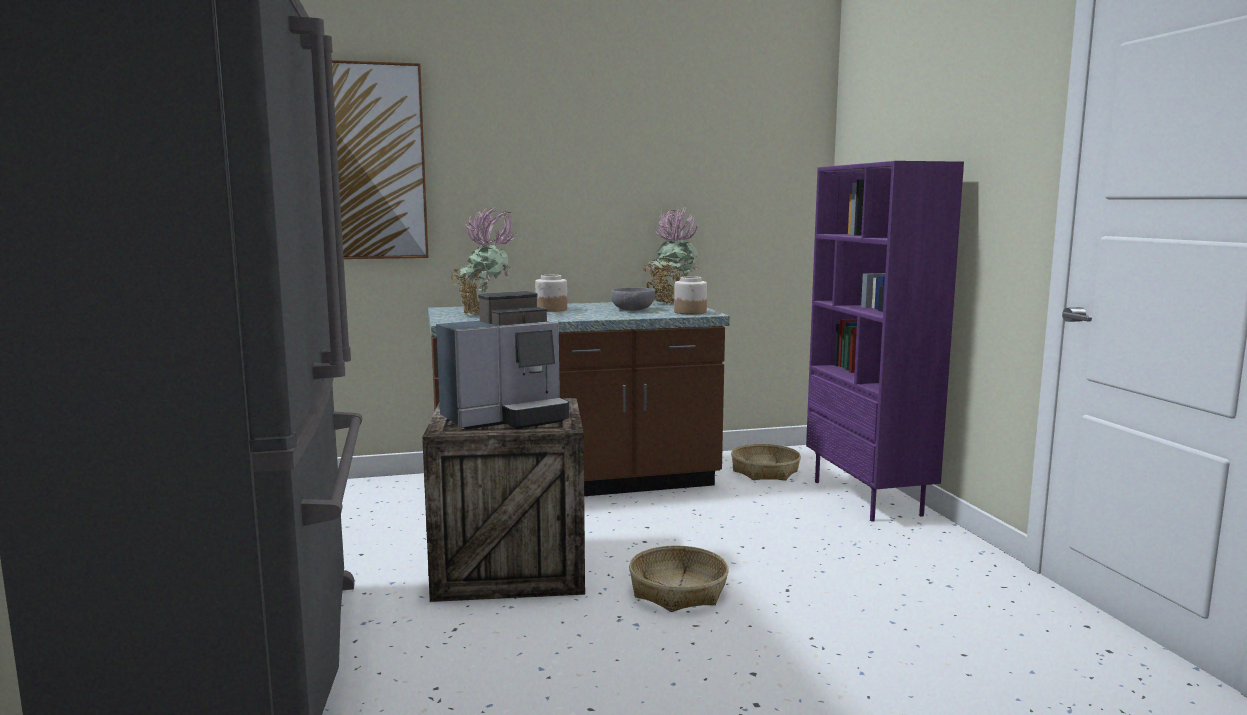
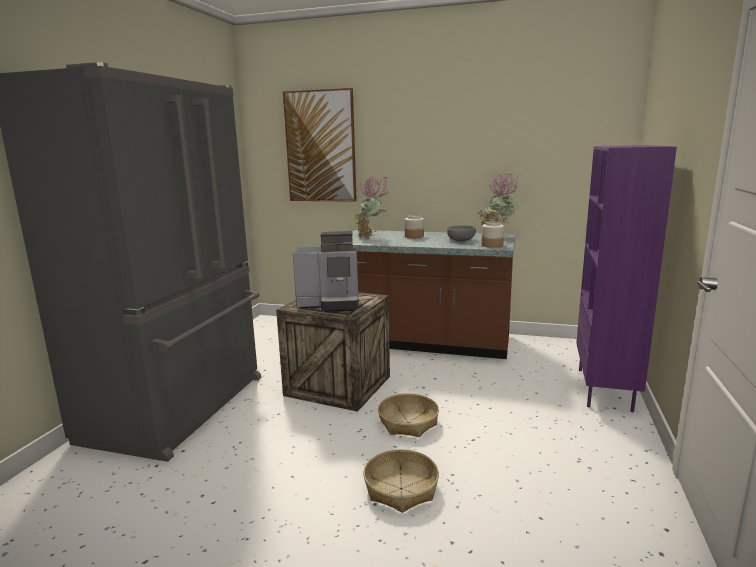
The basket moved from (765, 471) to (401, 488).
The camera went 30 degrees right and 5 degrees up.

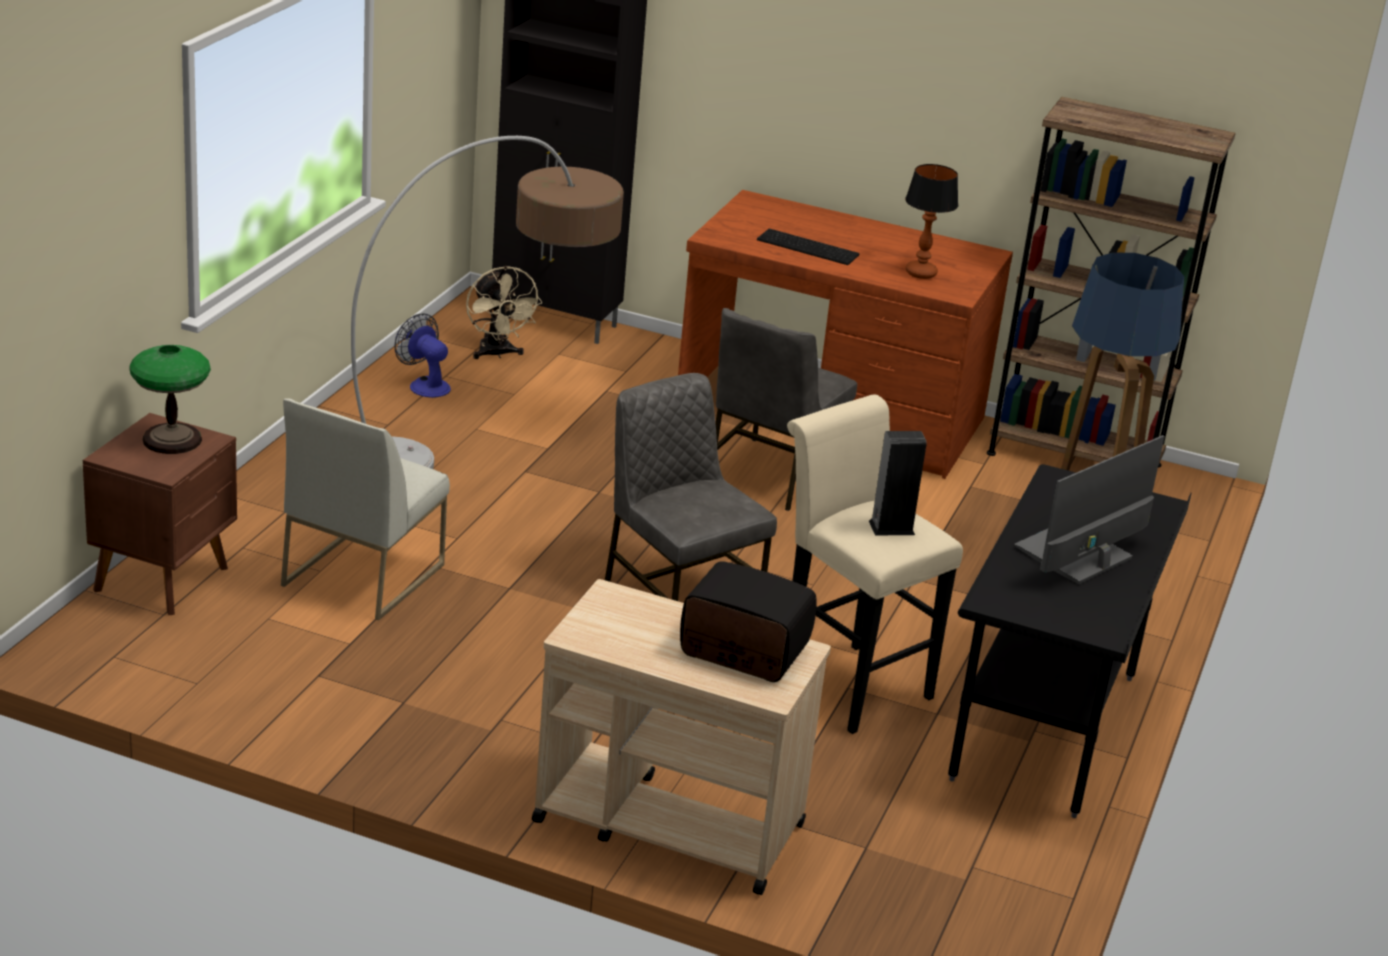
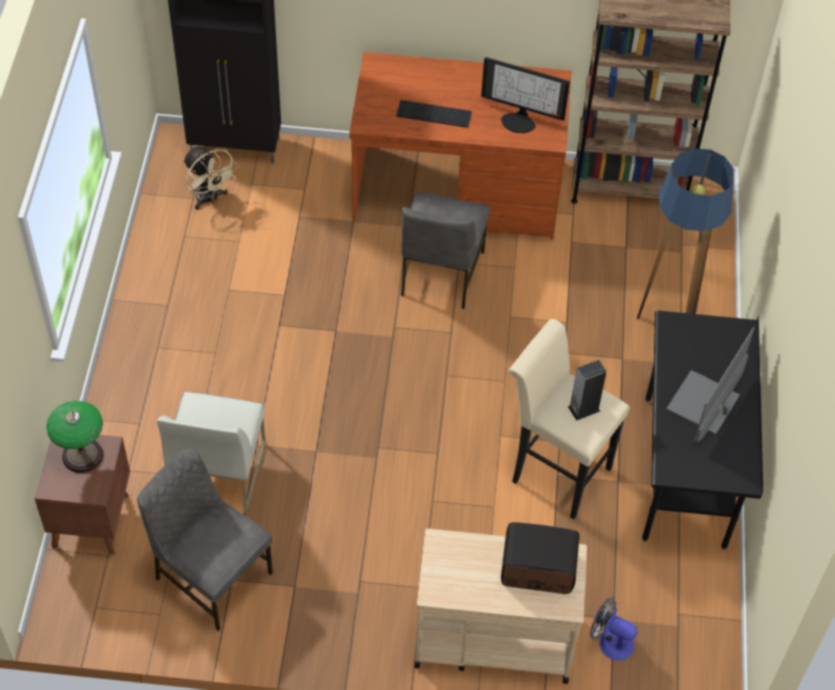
The floor_lamp at (489, 438) disappeared.
The fan moved from (425, 385) to (610, 641).
The grey_chair moved from (679, 595) to (211, 575).
The table_lamp at (921, 273) was replaced by the monitor at (519, 120).
The camera went 15 degrees left and 25 degrees up.

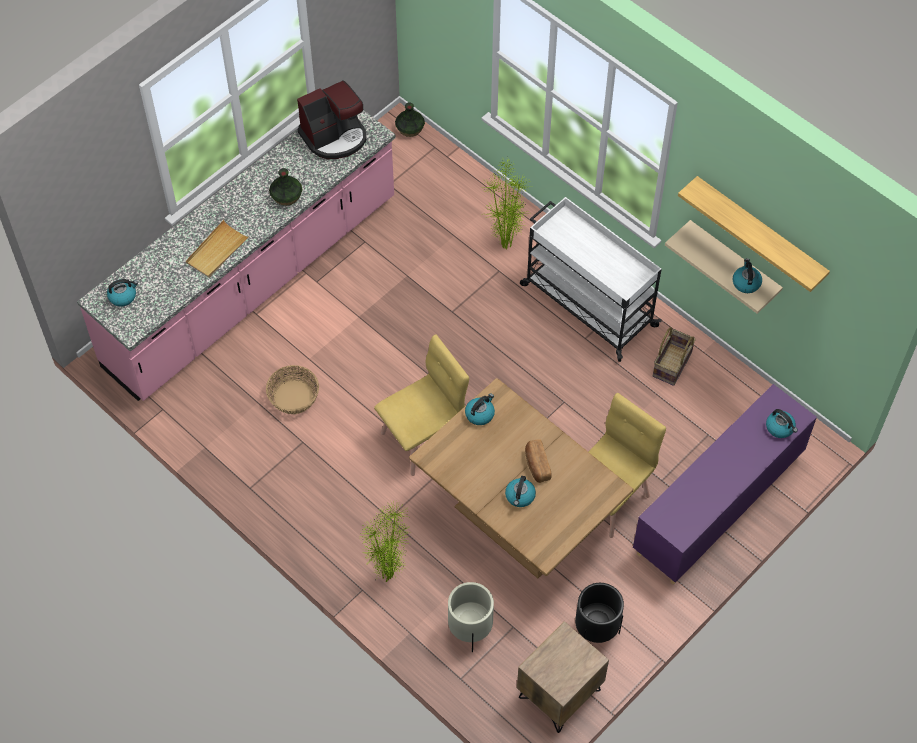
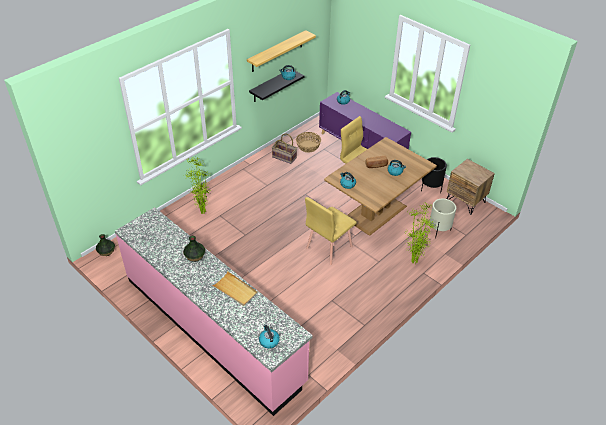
The coffee_machine at (335, 136) disappeared.
The white_cart at (587, 304) disappeared.
The basket moved from (293, 397) to (308, 146).
The beige_shelf at (733, 262) became the black_shelf at (270, 86).
The yellow_chair at (423, 439) turned 105 degrees counterclockwise.
The camera went 90 degrees left and 15 degrees down.

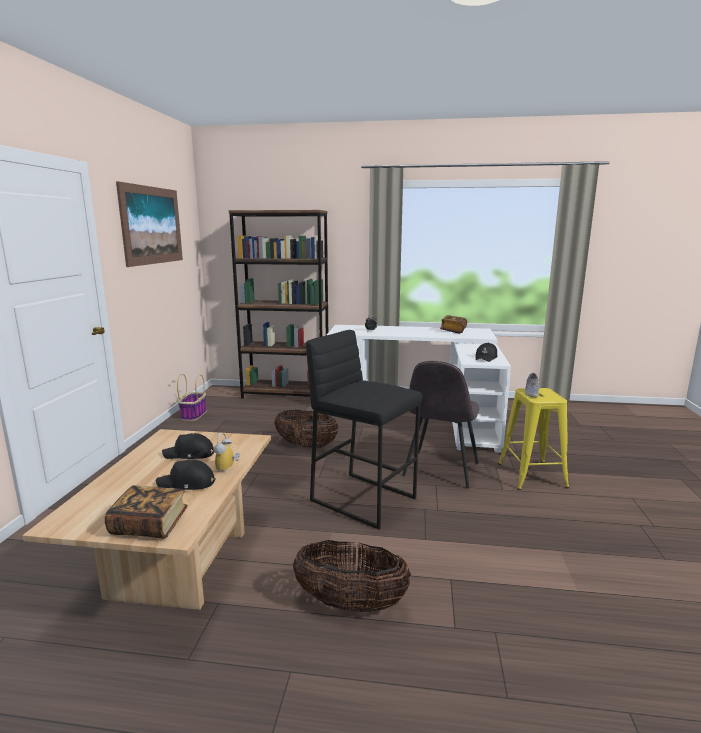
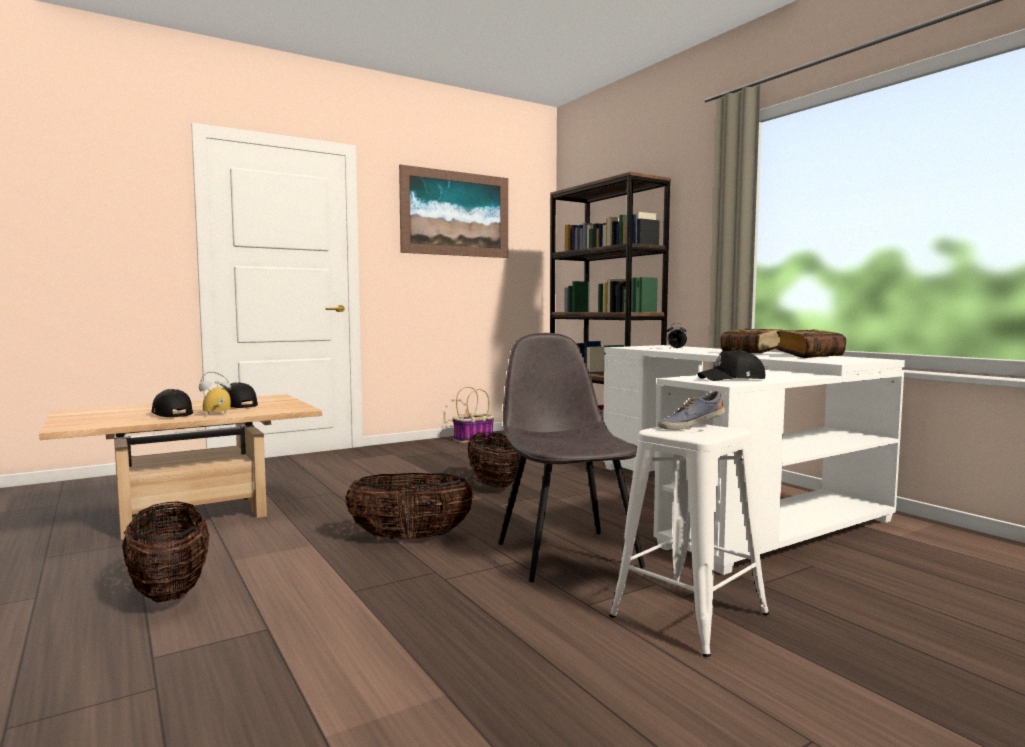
The book moved from (149, 525) to (751, 353).
The black_stool at (364, 499) was replaced by the basket at (410, 538).
The yellow_stool at (531, 475) became the white_stool at (689, 615).
The grey_chair at (440, 470) turned 90 degrees clockwise.
The camera went 50 degrees right and 10 degrees down.

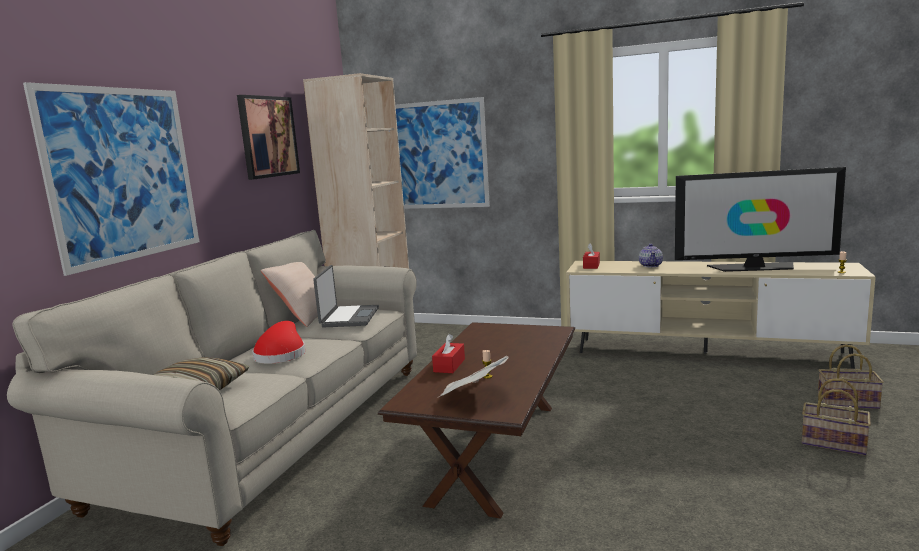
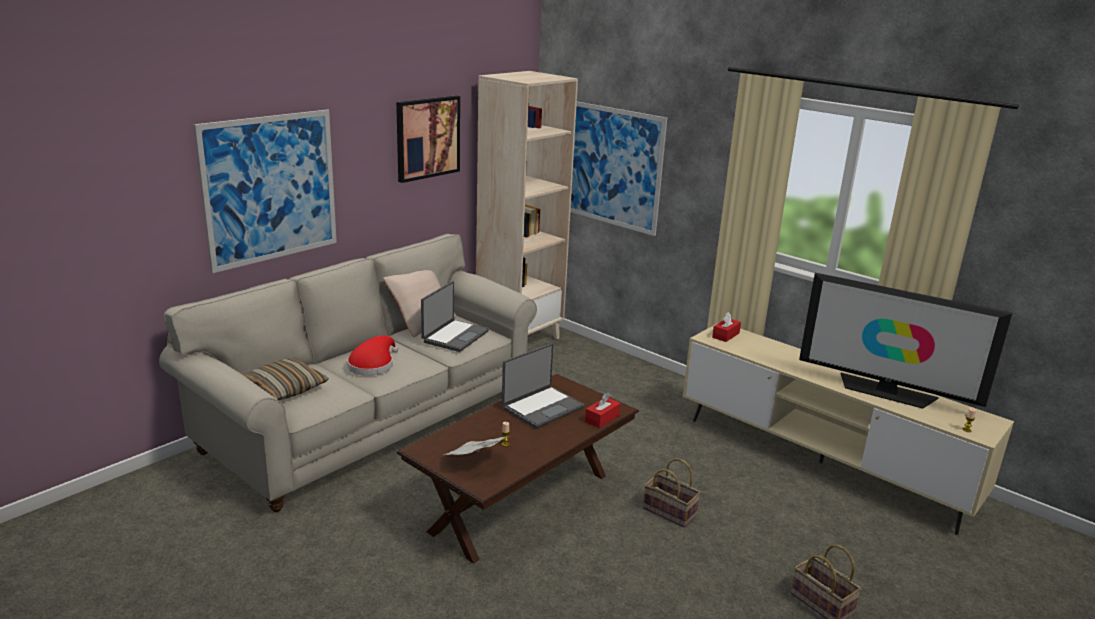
The teapot at (651, 265) disappeared.
The laptop at (542, 407) appeared.
The red_tissue_box moved from (449, 365) to (602, 418).
The basket moved from (849, 402) to (671, 512).
The camera went 20 degrees right and 10 degrees up.

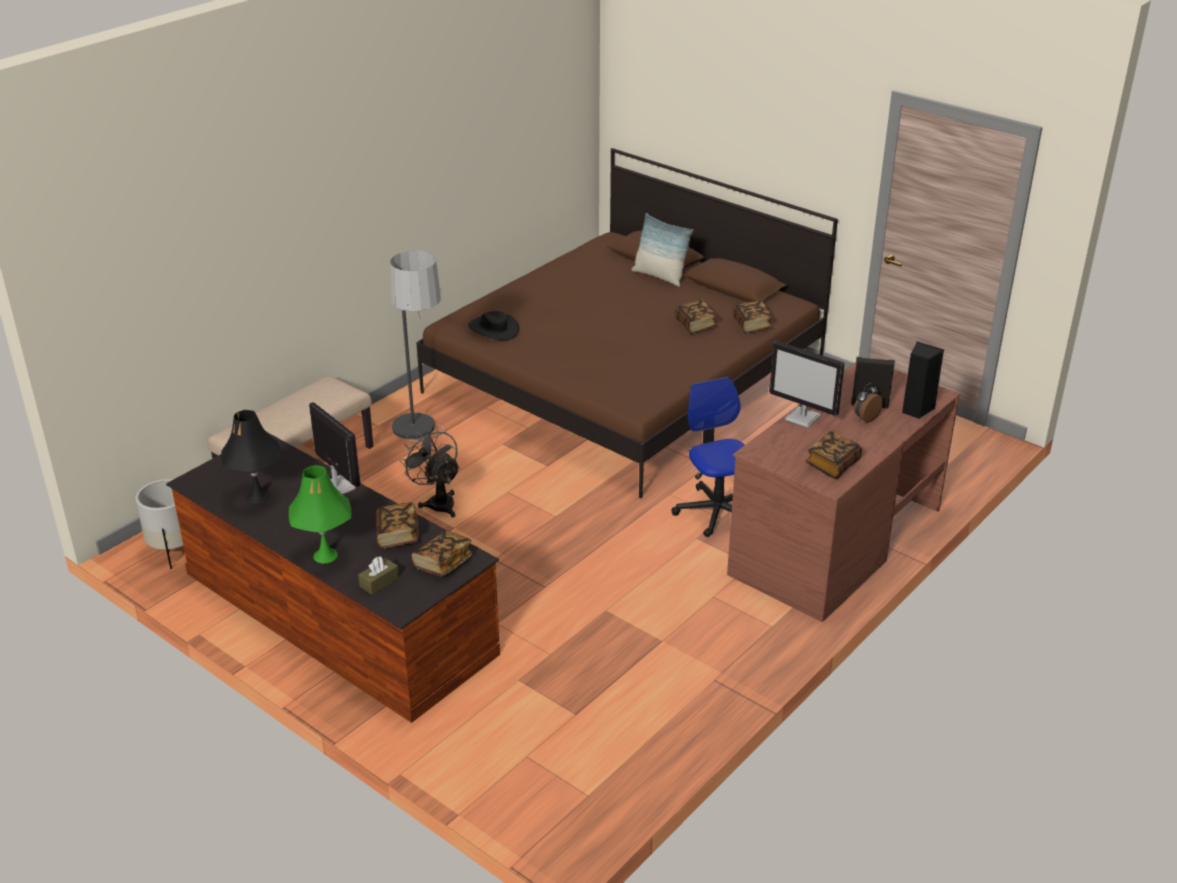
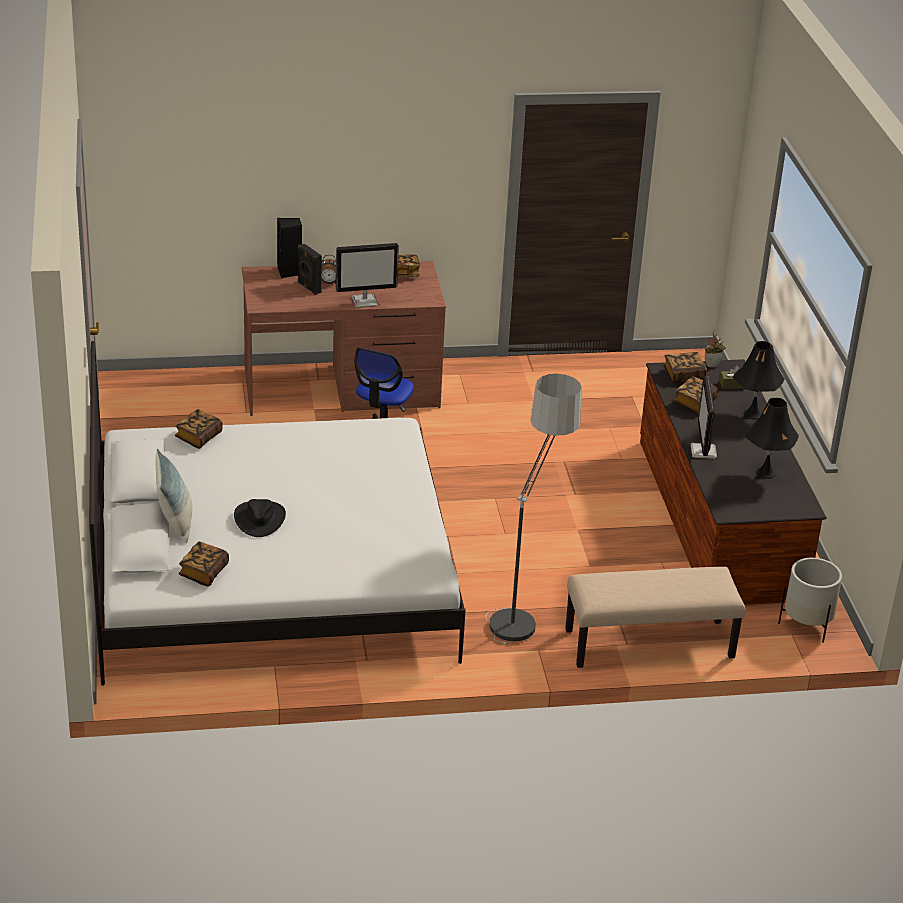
The grey_fan at (437, 502) disappeared.
The potted_plant at (712, 364) appeared.
The black_hat moved from (494, 328) to (259, 519).
The book moved from (695, 325) to (204, 572).
The green_table_lamp at (326, 555) became the black_table_lamp at (752, 414).
The brown_bed at (624, 379) became the white_bed at (271, 573).
The monitor at (803, 418) turned 90 degrees clockwise.
The camera went 140 degrees left and 0 degrees up.

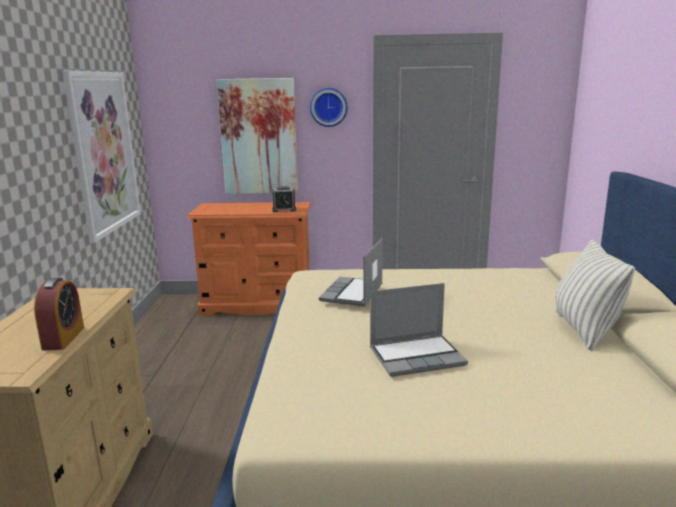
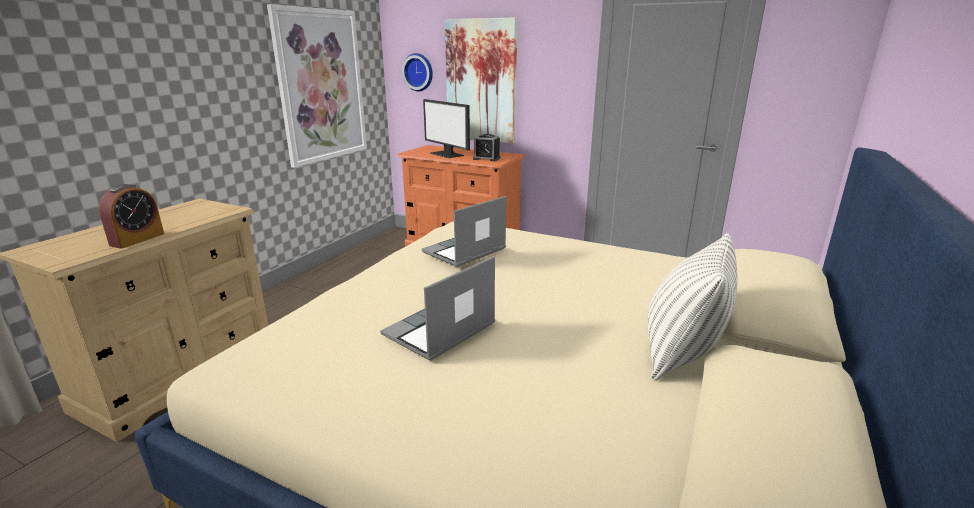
The monitor at (447, 154) appeared.
The wall_clock moved from (328, 107) to (419, 72).
The laptop at (417, 356) turned 120 degrees clockwise.
The camera went 25 degrees right and 5 degrees up.

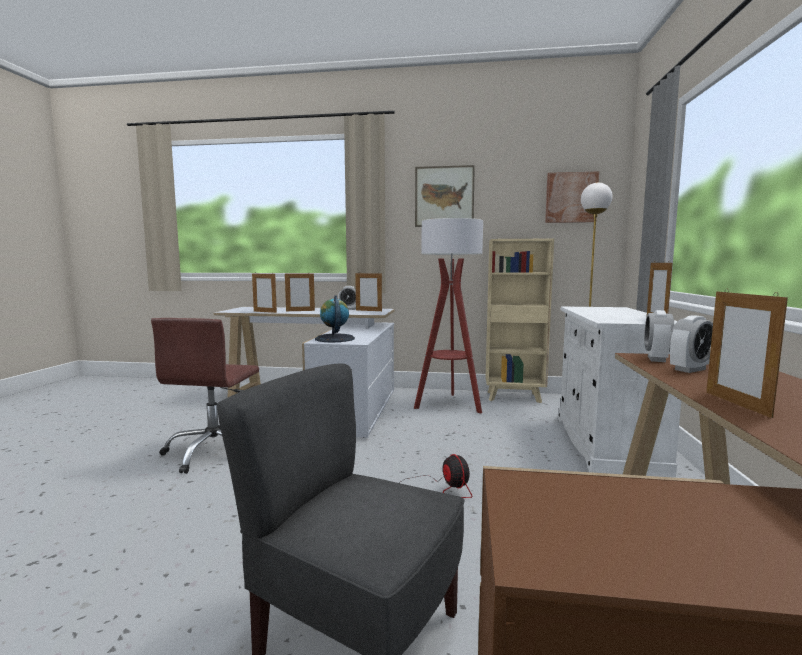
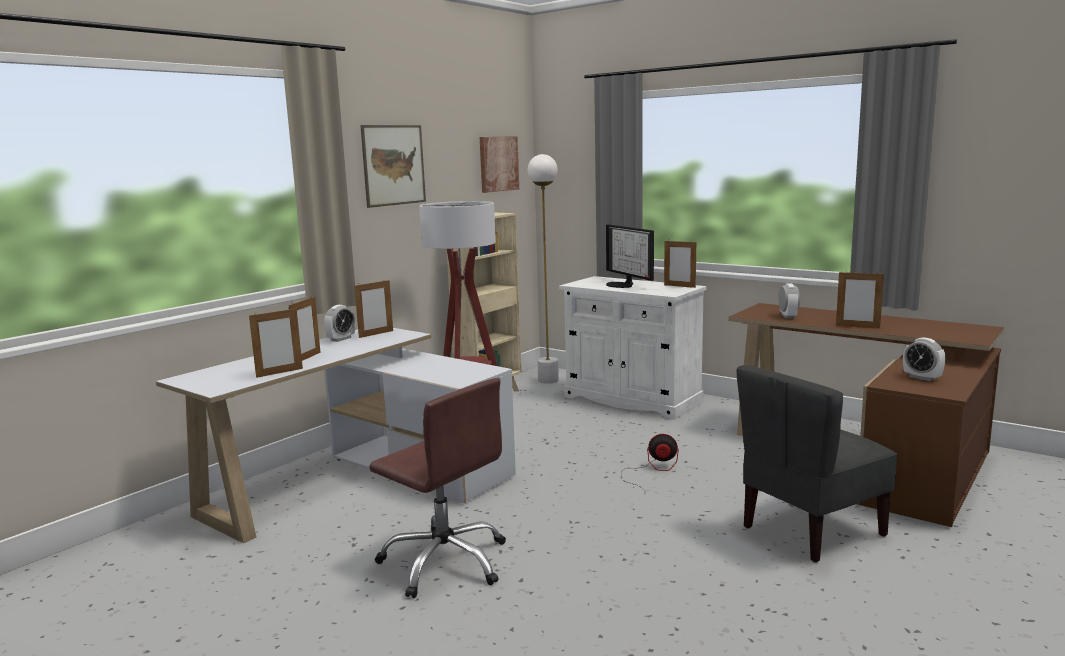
The globe at (334, 339) disappeared.
The monitor at (622, 285) appeared.
The alarm_clock moved from (656, 359) to (922, 378).
The camera went 60 degrees left and 5 degrees up.

